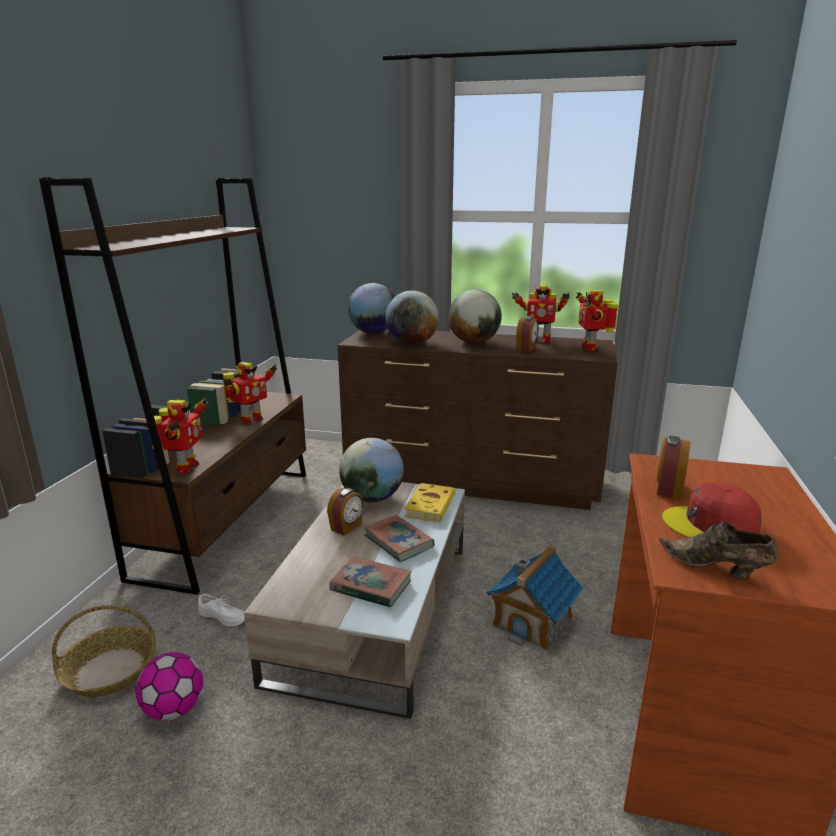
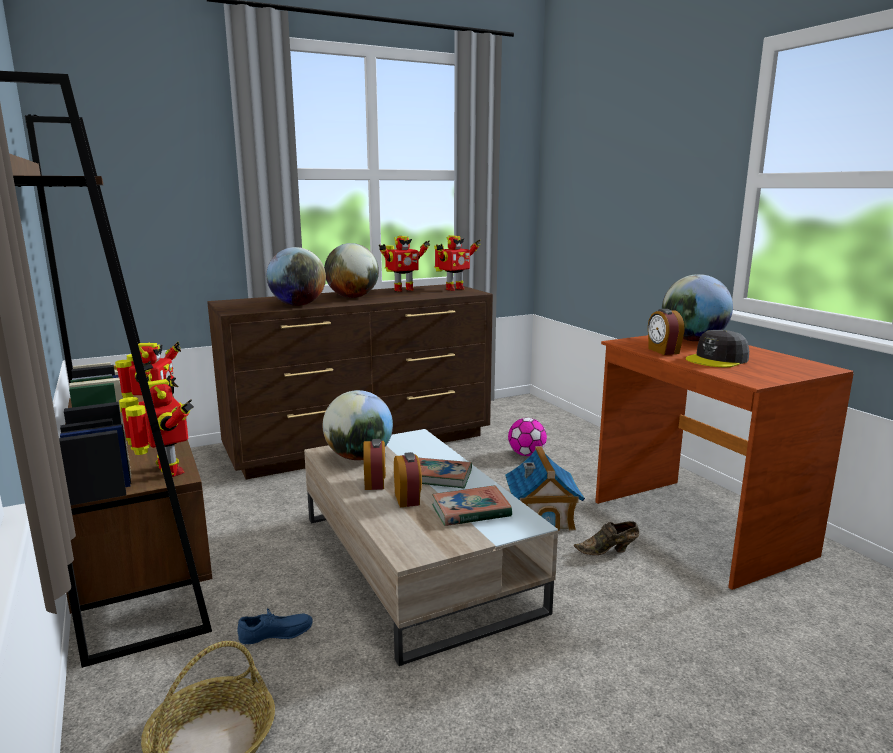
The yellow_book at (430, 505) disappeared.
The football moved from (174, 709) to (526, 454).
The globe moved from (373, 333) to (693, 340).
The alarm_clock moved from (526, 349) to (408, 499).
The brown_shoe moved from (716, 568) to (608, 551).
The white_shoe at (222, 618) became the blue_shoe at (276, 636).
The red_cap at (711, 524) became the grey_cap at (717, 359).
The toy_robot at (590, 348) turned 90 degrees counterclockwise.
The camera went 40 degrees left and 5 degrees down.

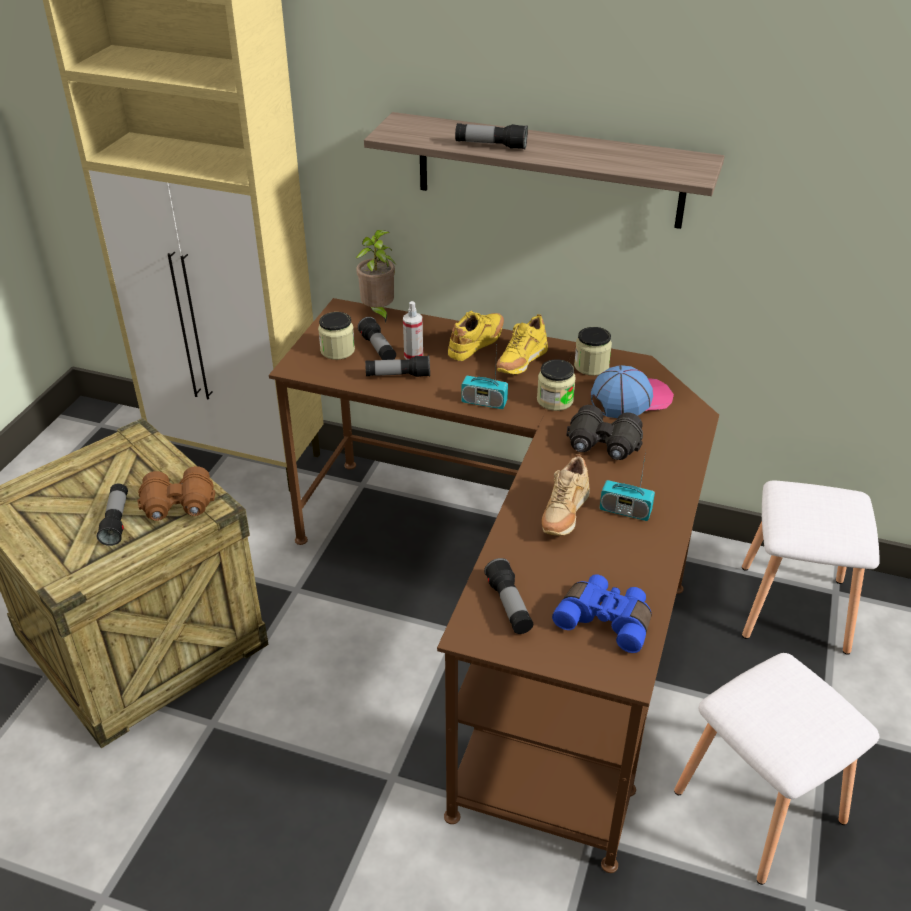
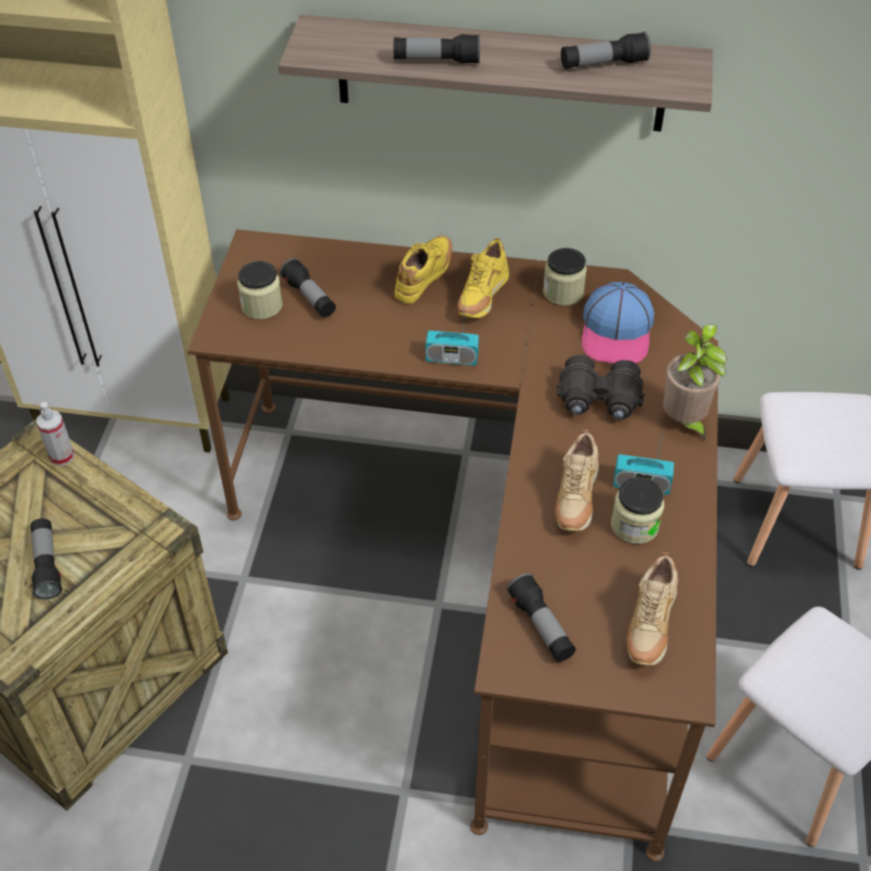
The brown_binoculars at (178, 506) disappeared.
The potted_plant moved from (378, 313) to (684, 422).
The flashlight moved from (398, 375) to (603, 64).
The spray_bottle moved from (413, 356) to (62, 456).
The jar moved from (555, 400) to (634, 525).
The blue_binoculars at (606, 620) was replaced by the beige_shoe at (649, 628).
The cap at (630, 399) turned 135 degrees clockwise.
The camera went 10 degrees left and 10 degrees up.

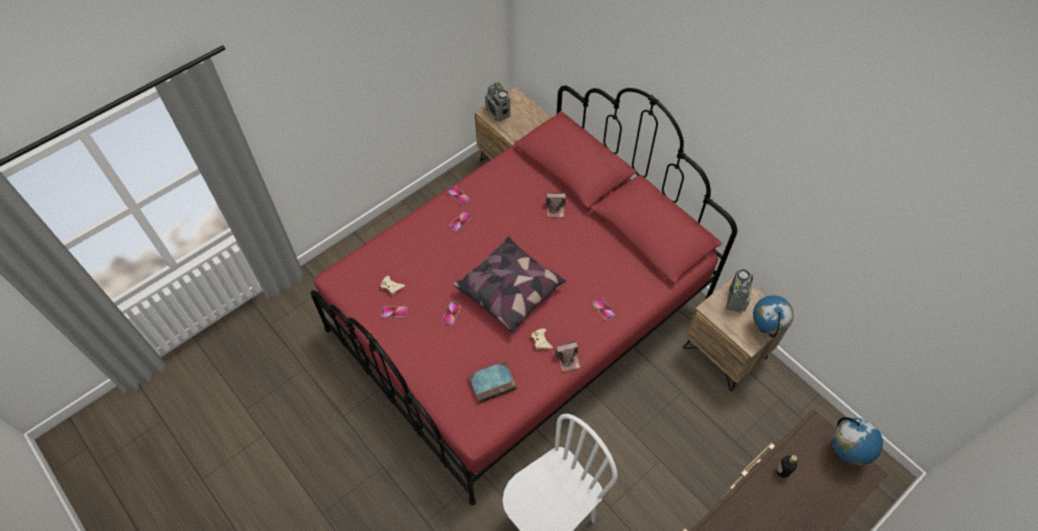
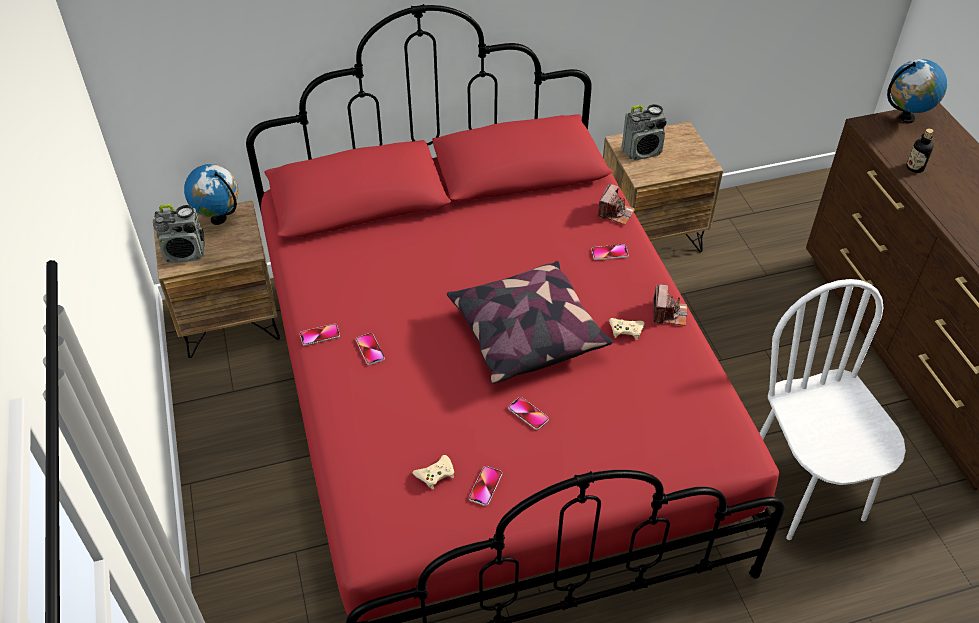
The book at (493, 383) disappeared.
The photo_camera moved from (555, 209) to (615, 213).
The globe moved from (765, 328) to (219, 219).
The radio at (736, 300) turned 120 degrees clockwise.
The camera went 65 degrees left and 10 degrees down.

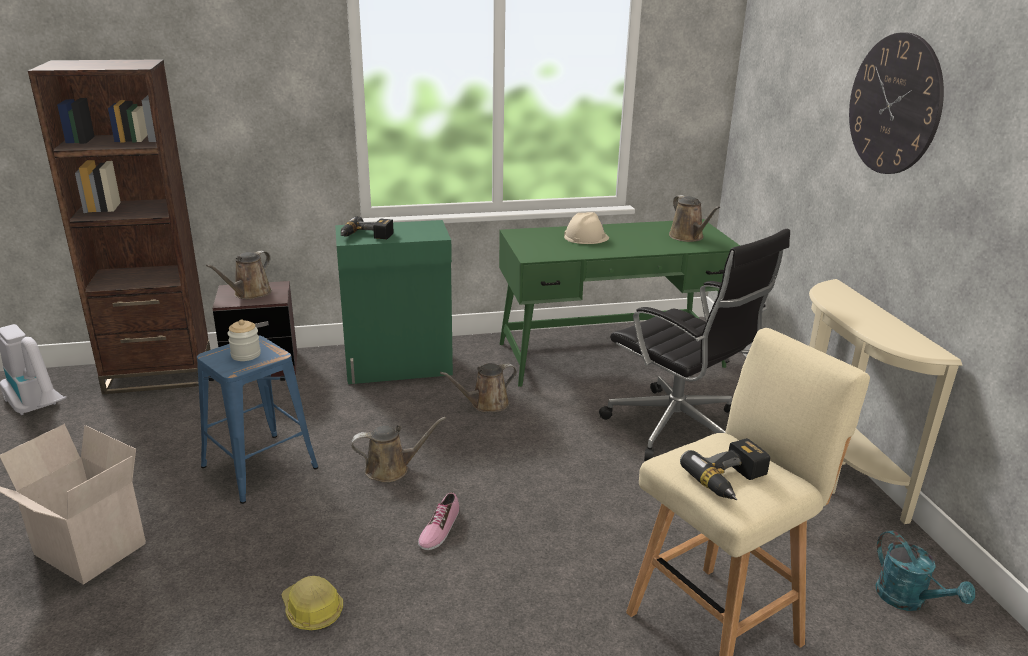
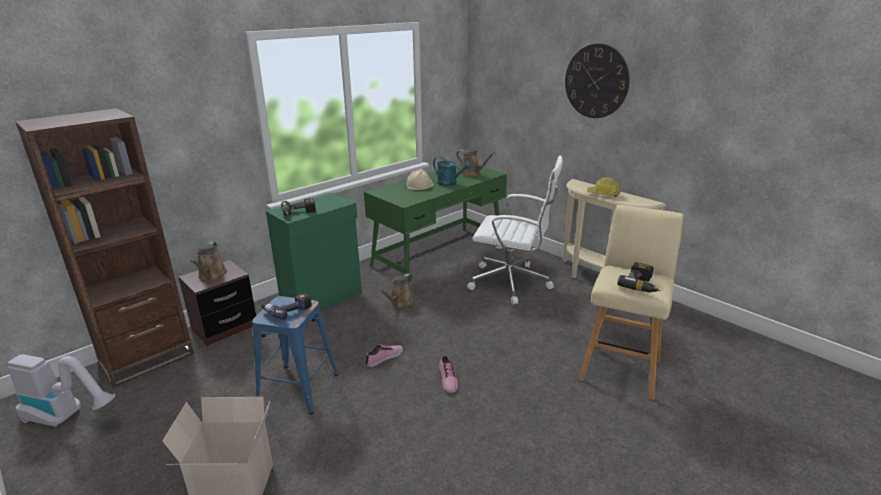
The hard_hat moved from (311, 611) to (603, 194).
The turquoise_watering_can moved from (908, 600) to (450, 183).
The jar at (246, 355) was replaced by the power_drill at (287, 310).
The brown_watering_can at (391, 469) was replaced by the shoe at (384, 358).
The black_office_chair at (678, 429) became the white_office_chair at (512, 283).
The camera went 30 degrees left and 0 degrees up.

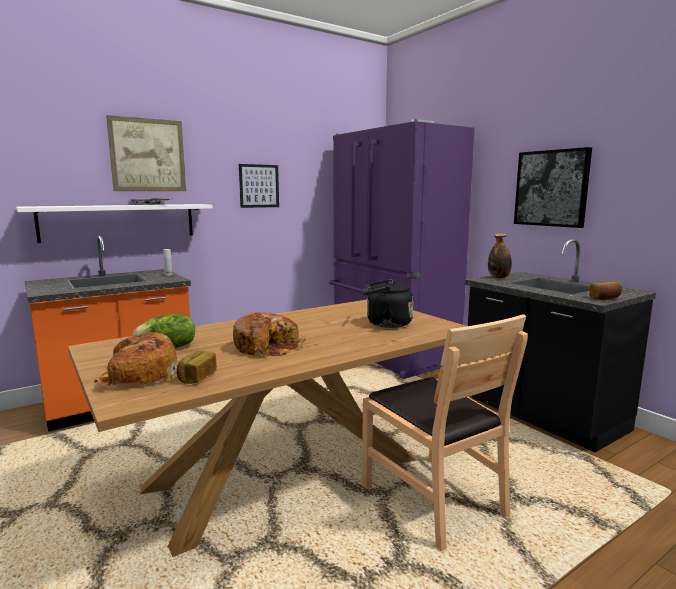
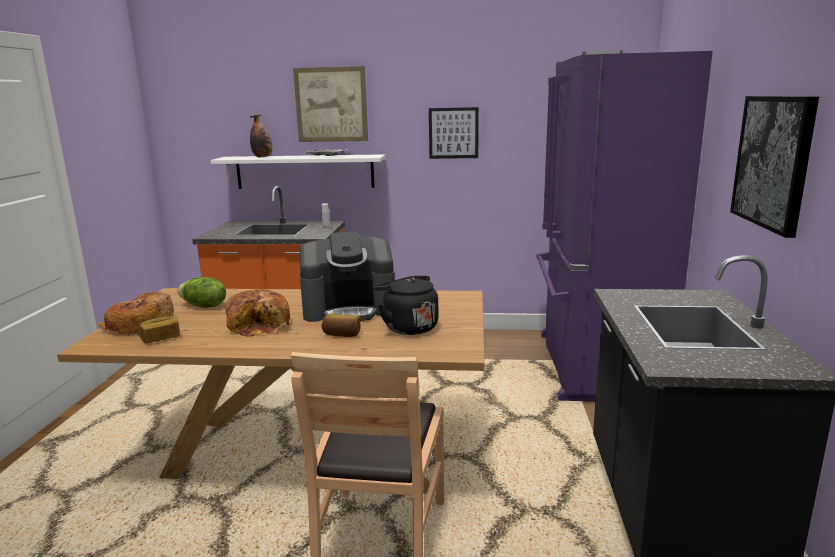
The coffee_machine at (349, 308) appeared.
The bottle moved from (498, 277) to (262, 157).
The bread moved from (605, 298) to (341, 334).
The camera went 40 degrees right and 5 degrees up.

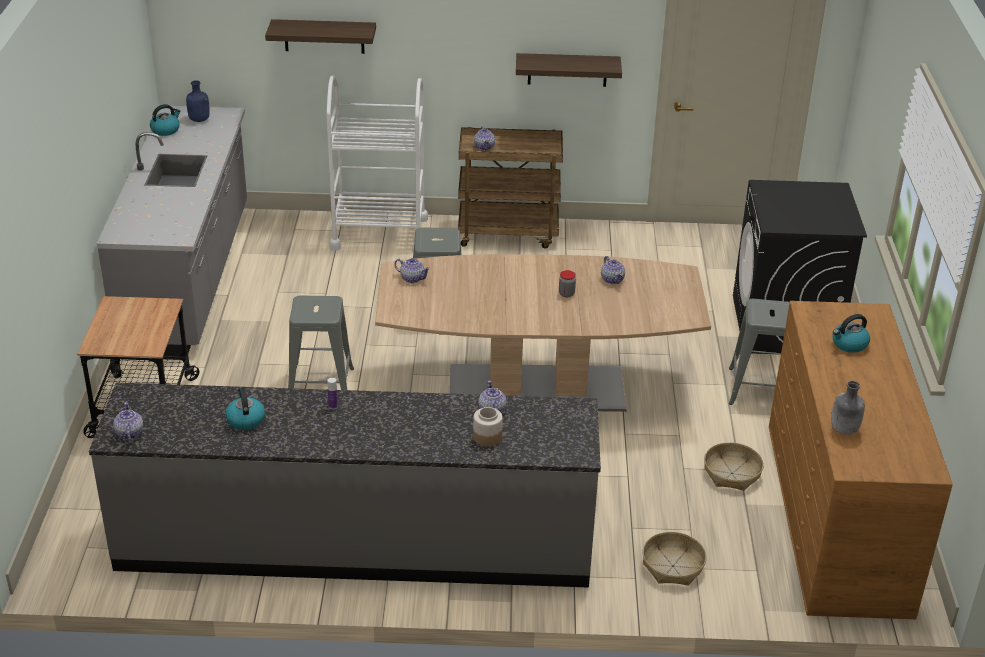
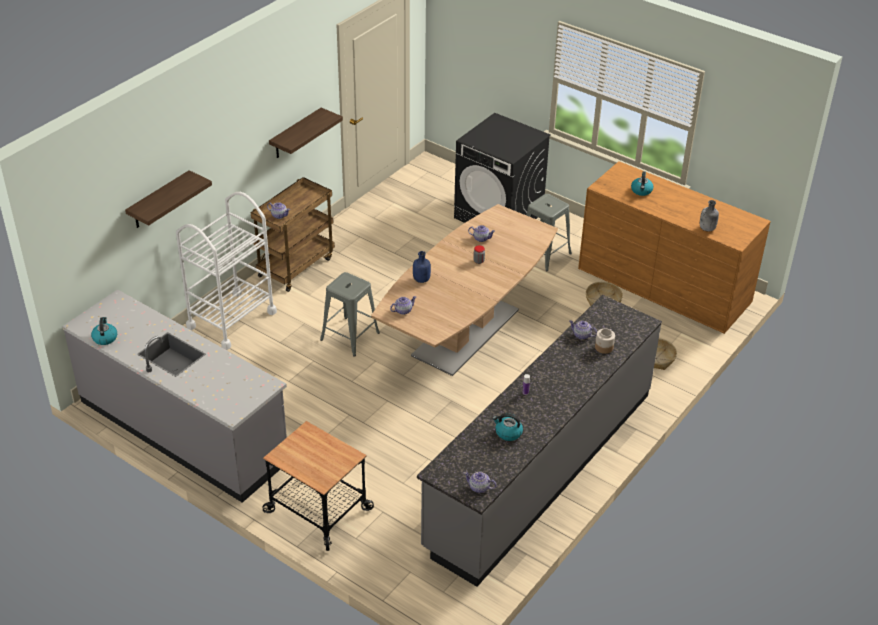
The grey_stool at (320, 386) disappeared.
The blue_bottle moved from (199, 120) to (422, 279).
The camera went 55 degrees left and 5 degrees up.

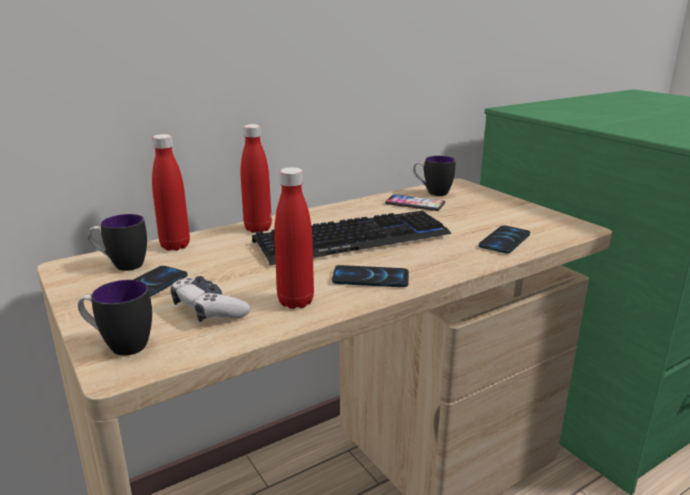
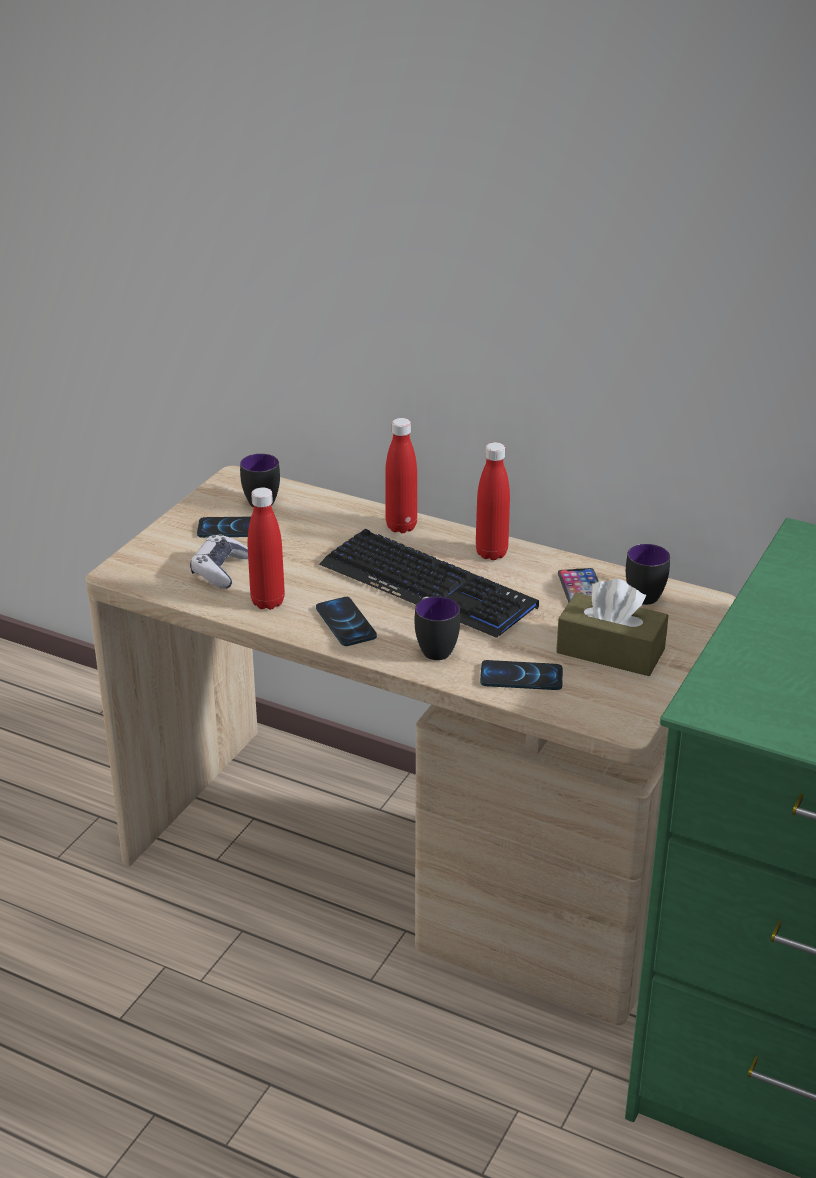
The brown_tissue_box at (610, 651) appeared.
The mug moved from (119, 345) to (434, 647).
The red_bottle moved from (175, 246) to (491, 553).
The camera went 60 degrees right and 10 degrees up.

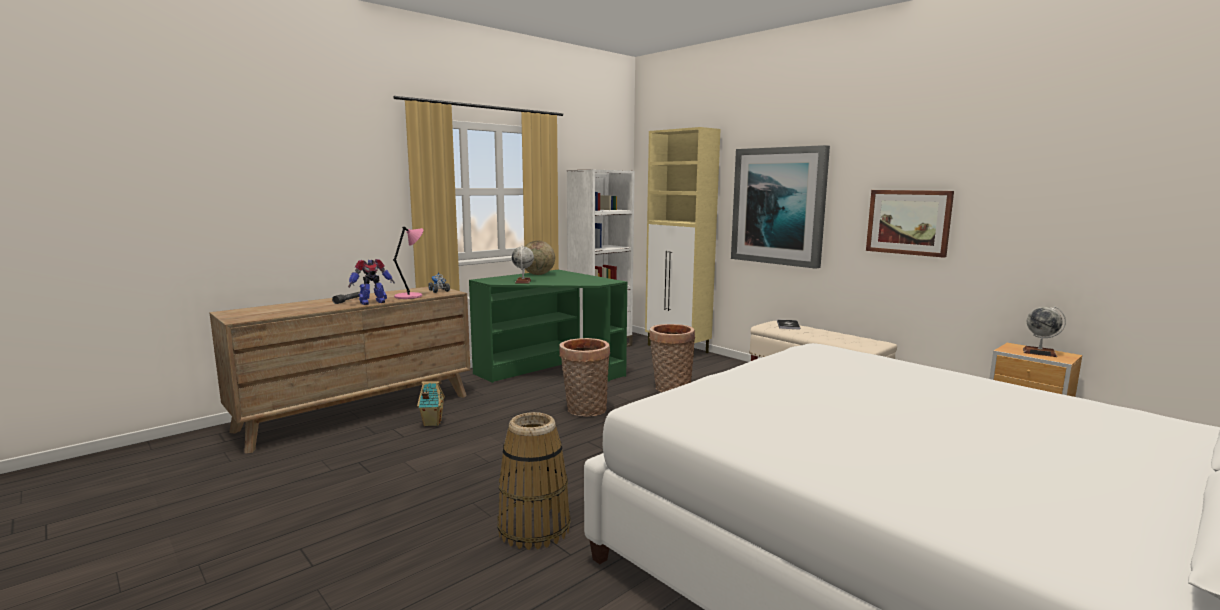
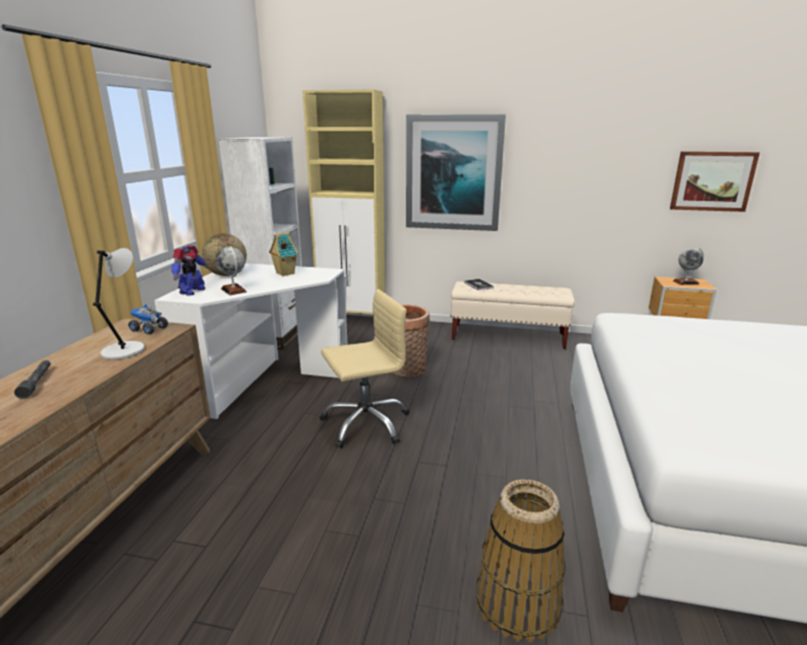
The toy_robot moved from (372, 302) to (191, 291).
The toy_house moved from (432, 423) to (284, 273).
The picture moved from (908, 222) to (712, 181).
The basket at (584, 411) was replaced by the beige_office_chair at (365, 423).
The pink_table_lamp at (410, 296) became the grey_table_lamp at (125, 350).
The green_desk at (550, 371) became the white_desk at (264, 382).
The camera went 35 degrees left and 10 degrees up.

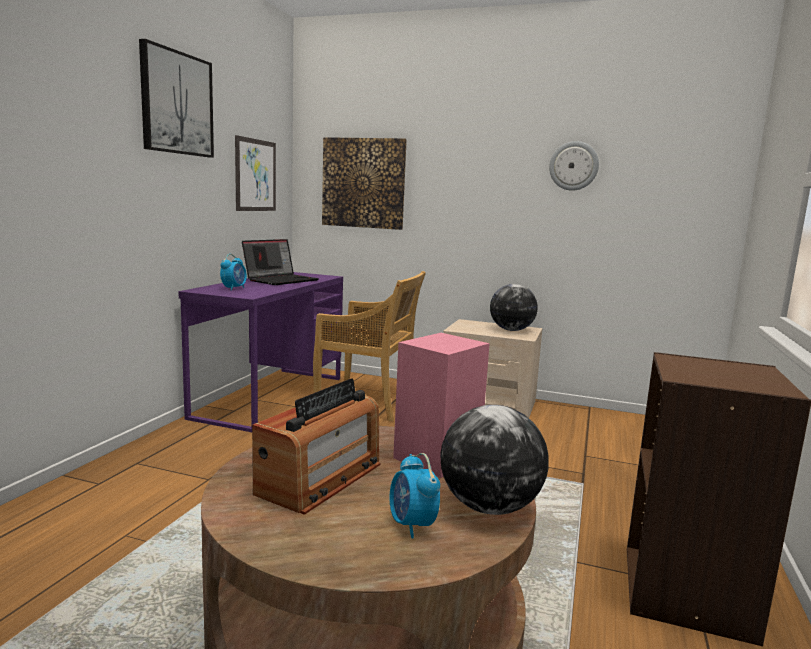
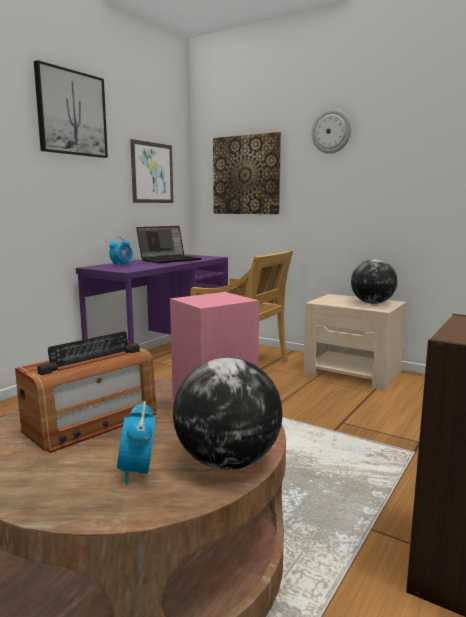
The wall_clock moved from (573, 166) to (331, 131).
The camera went 15 degrees right and 0 degrees up.

